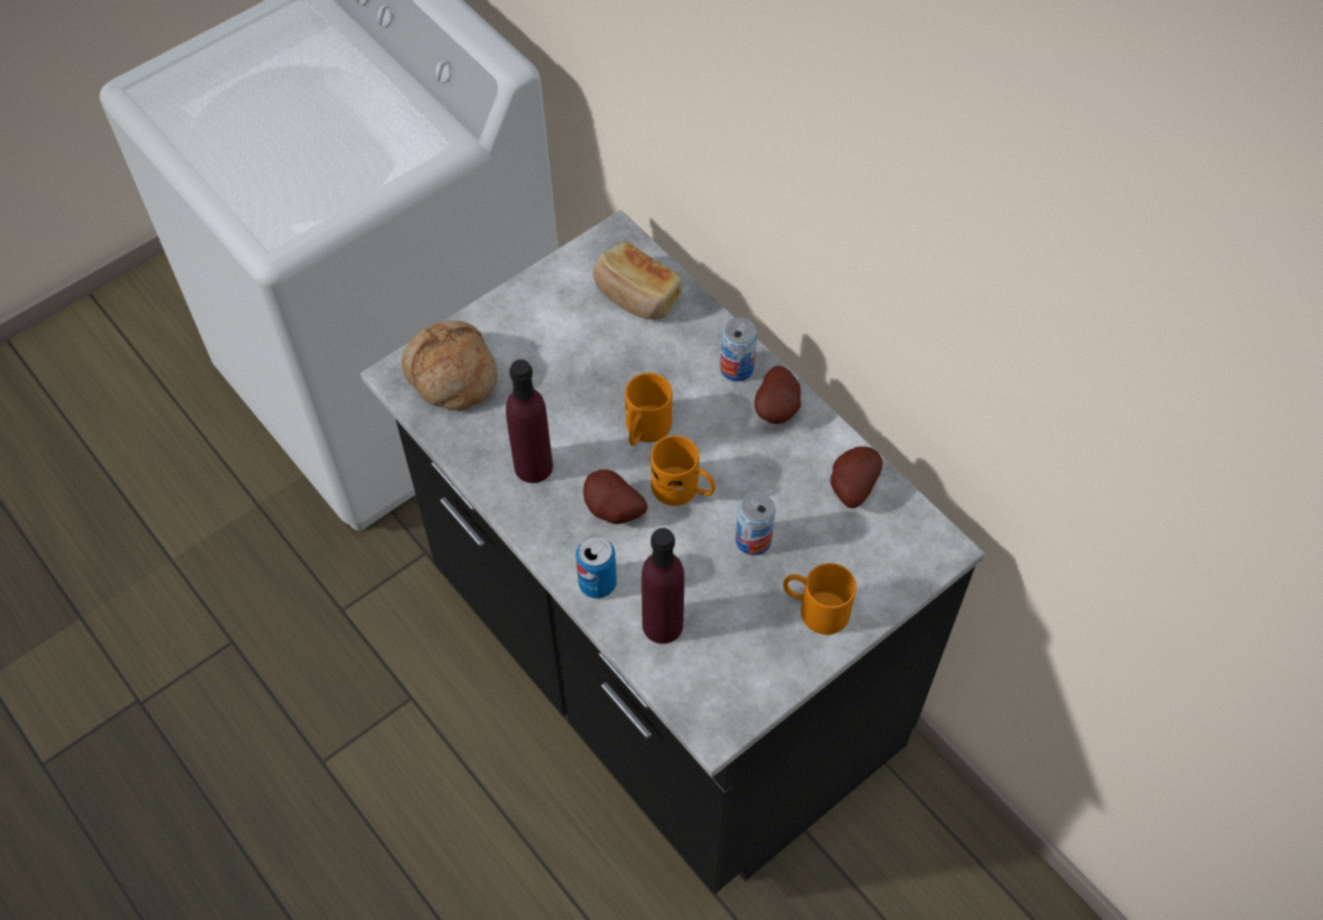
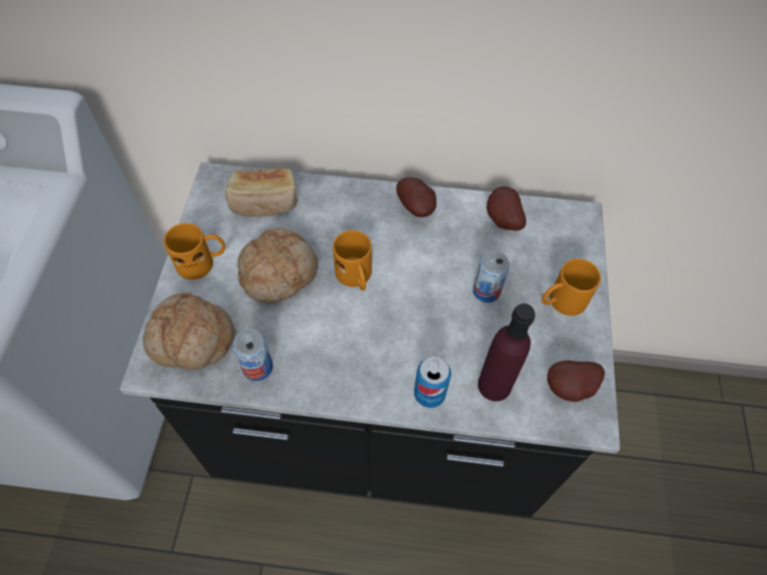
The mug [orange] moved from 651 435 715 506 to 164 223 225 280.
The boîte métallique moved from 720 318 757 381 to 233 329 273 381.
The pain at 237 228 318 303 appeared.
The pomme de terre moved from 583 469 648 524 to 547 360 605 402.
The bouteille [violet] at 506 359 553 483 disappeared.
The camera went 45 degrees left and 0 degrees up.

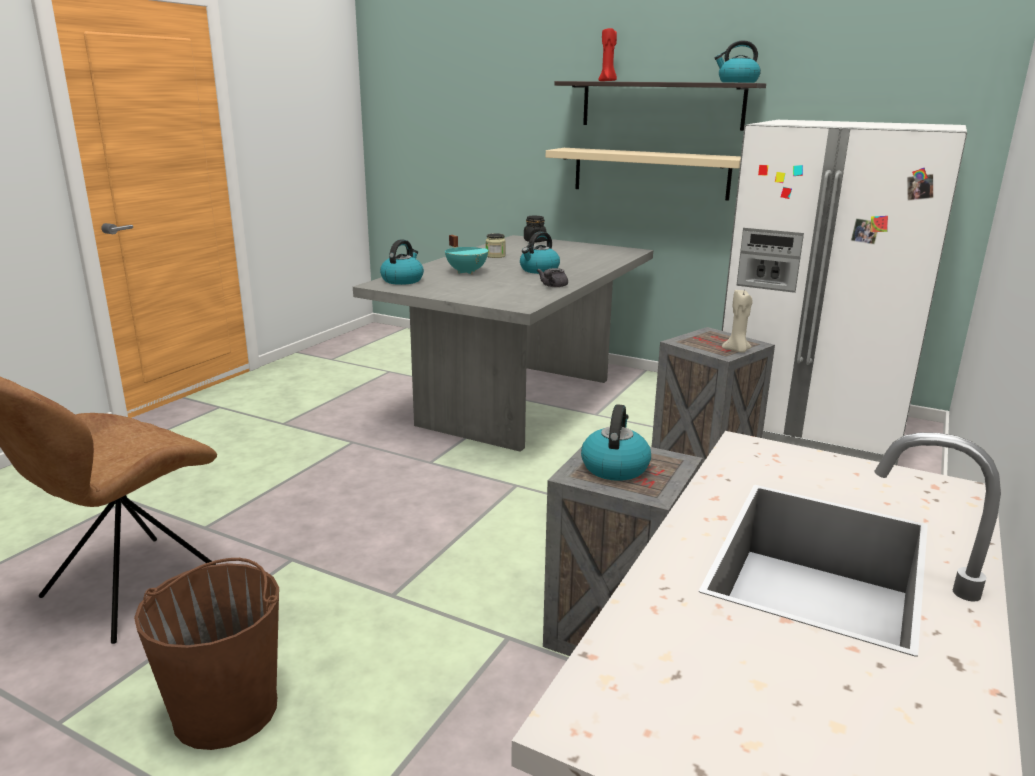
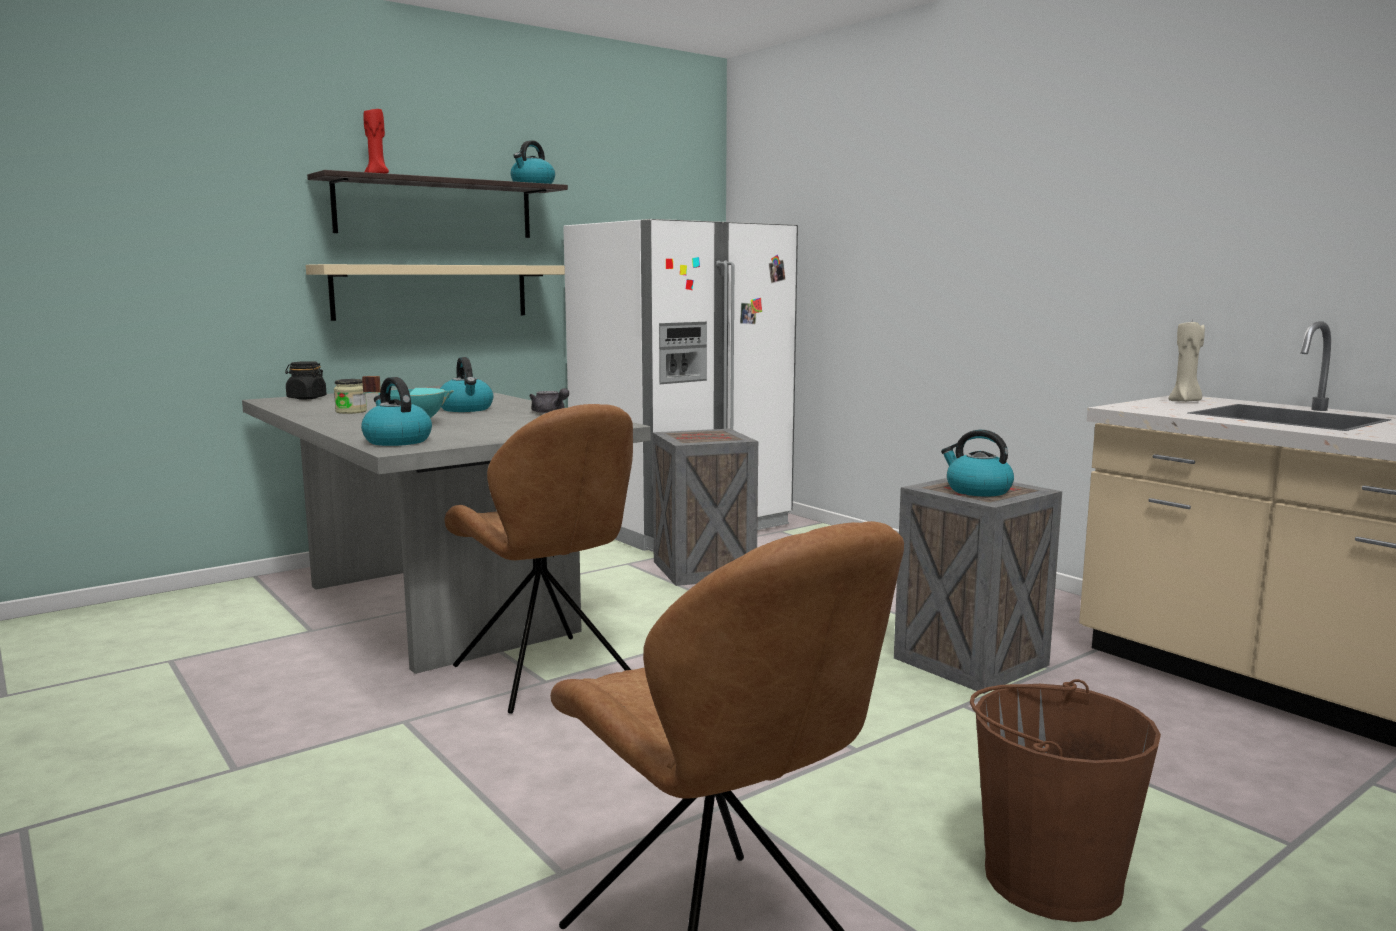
The chaise [marron] at 445 404 633 714 appeared.
The bougie [beige] moved from 722 290 752 353 to 1168 322 1205 402.
The camera went 65 degrees left and 10 degrees down.

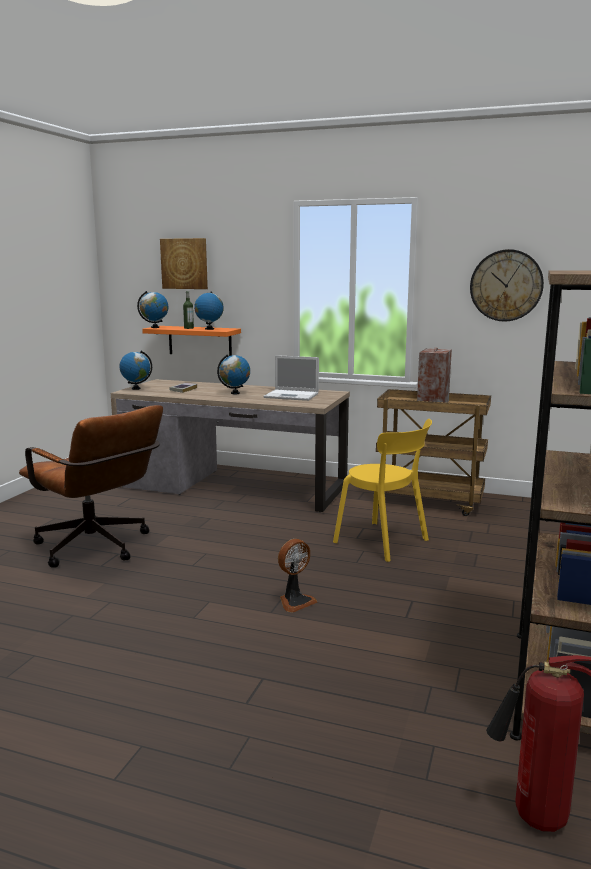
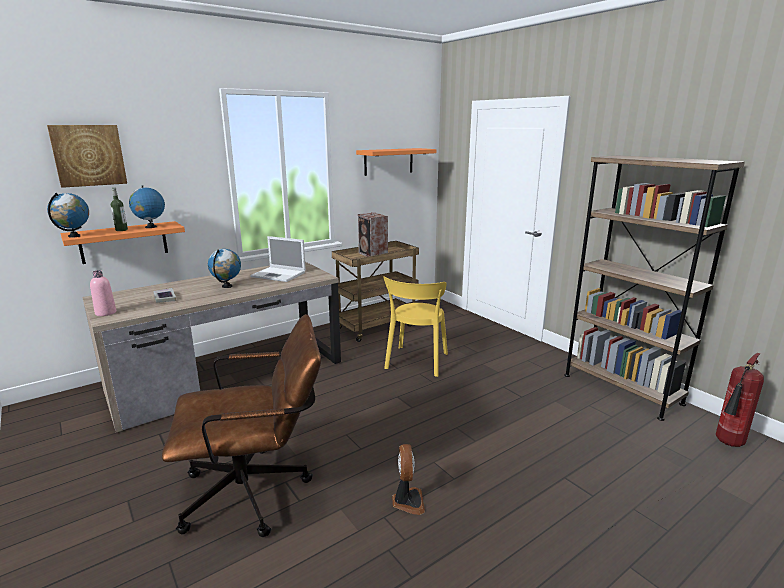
The globe at 119 351 152 390 was replaced by the bouteille [rose] at 90 270 116 316.
The ordinateur portable at 264 355 319 401 turned 60 degrees clockwise.
The horloge murale at 470 249 544 321 was replaced by the étagère [orange] at 356 148 436 176.
The chaise [jaune] at 333 419 432 562 turned 120 degrees clockwise.
The ventilateur moved from 278 539 317 613 to 392 444 425 515.
The camera went 55 degrees left and 5 degrees up.

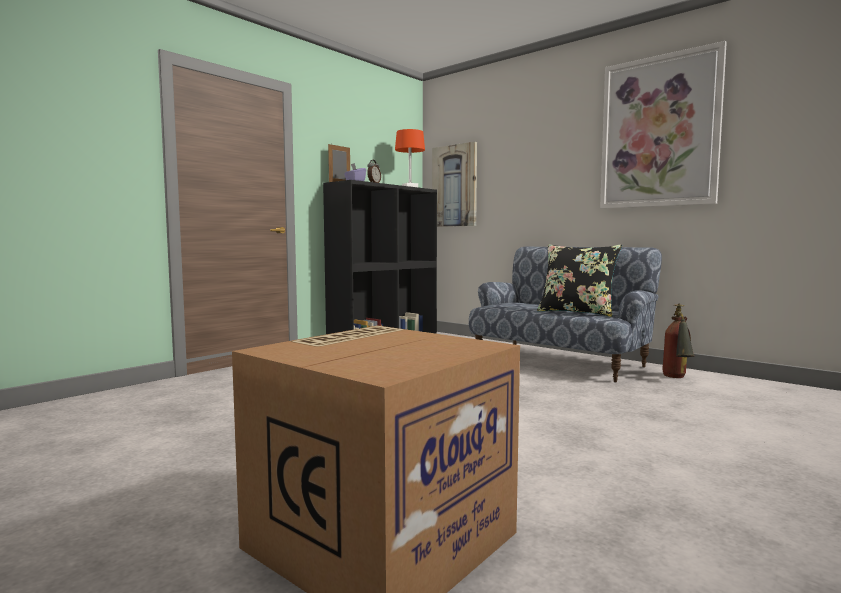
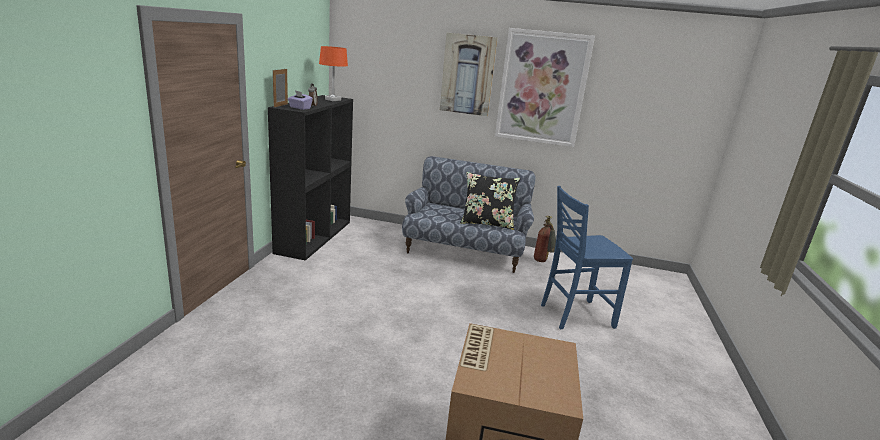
The tableau moved from 432 142 477 227 to 440 33 498 116.
The chaise [bleu] at 541 186 633 329 appeared.
The camera went 30 degrees left and 15 degrees up.

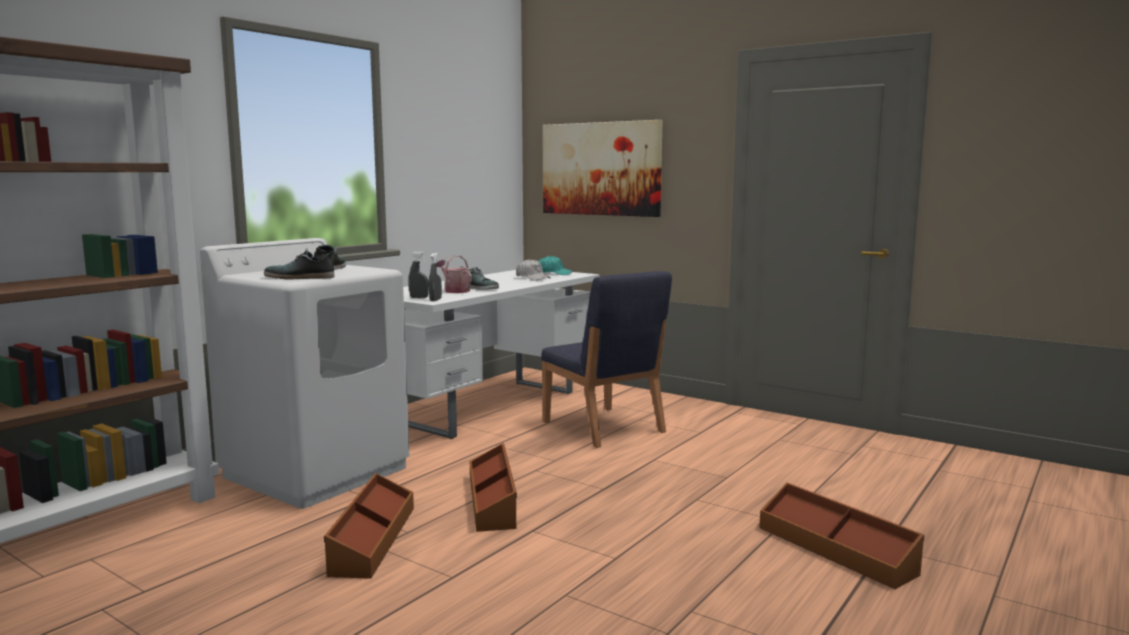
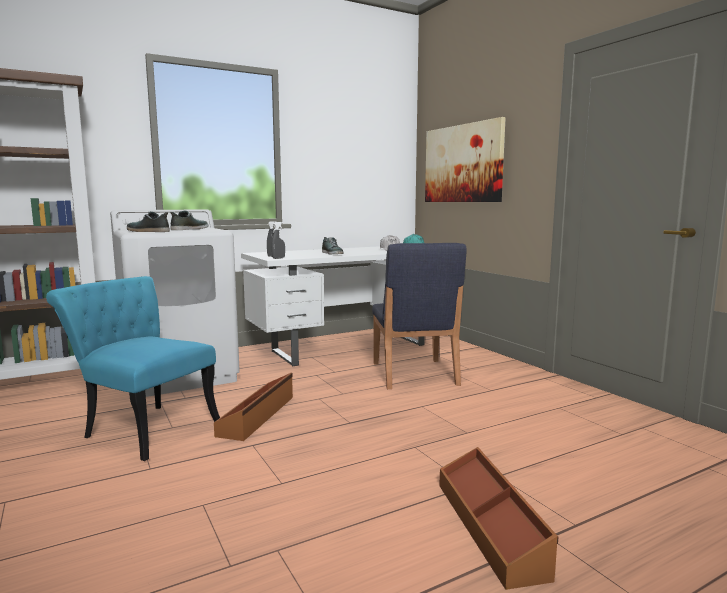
The boîte de rangement [marron] at 324 473 414 579 was replaced by the chaise [turquoise] at 46 276 220 461.
The arrosoir at 436 255 472 293 disappeared.
The camera went 25 degrees right and 0 degrees up.

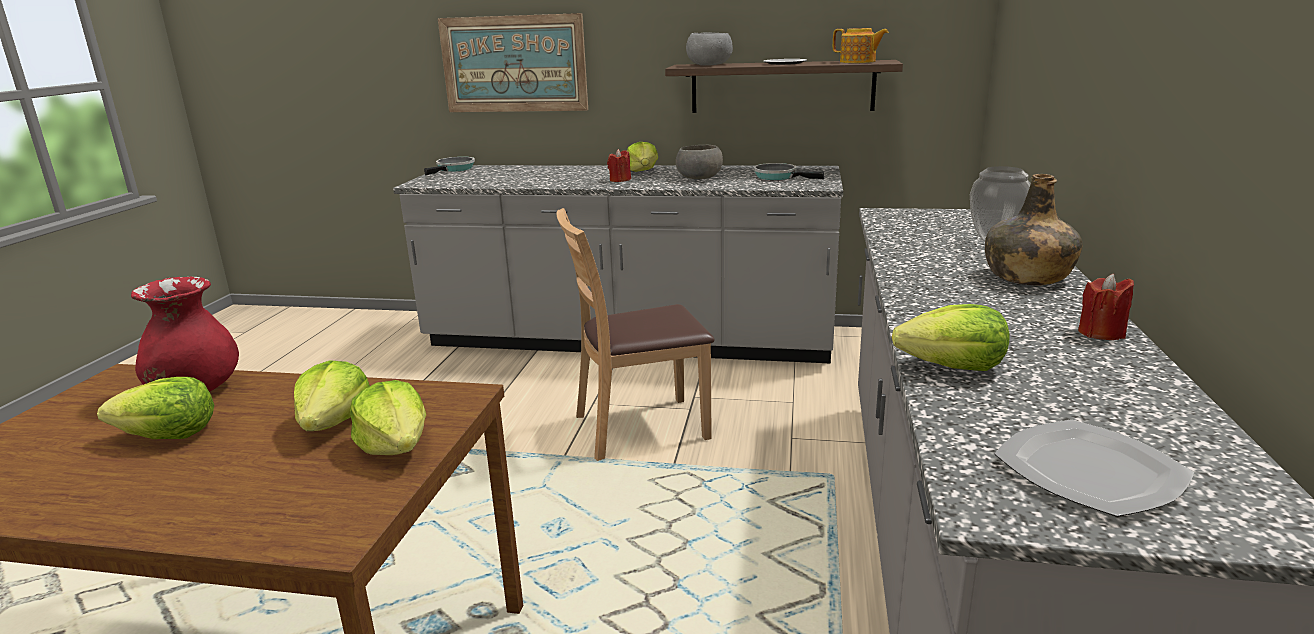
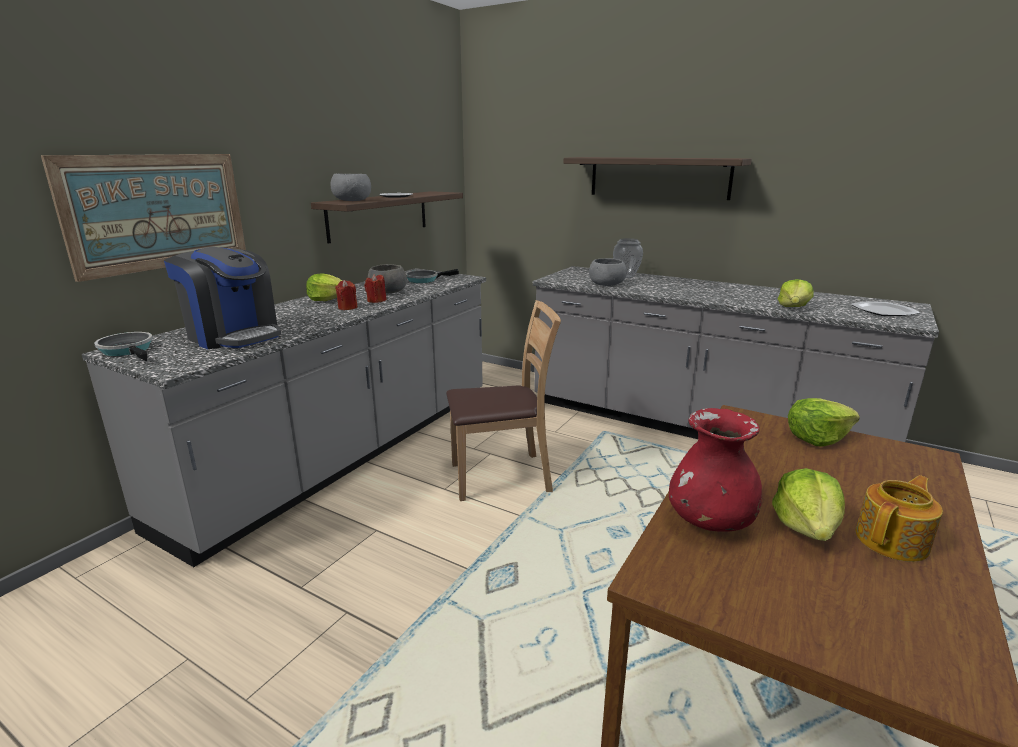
The machine à café at 164 247 281 349 appeared.
The bougie [rouge] moved from 1078 274 1134 340 to 365 274 387 303.
The chaise [marron] at 556 208 714 461 turned 105 degrees counterclockwise.
The étagère at 564 157 752 200 appeared.
The bol [gris] at 589 258 627 286 appeared.
The théière moved from 833 28 889 63 to 856 475 943 562.
The laitue at 294 361 370 431 disappeared.
The bouteille [vert] at 985 174 1083 285 disappeared.
The camera went 70 degrees left and 0 degrees up.

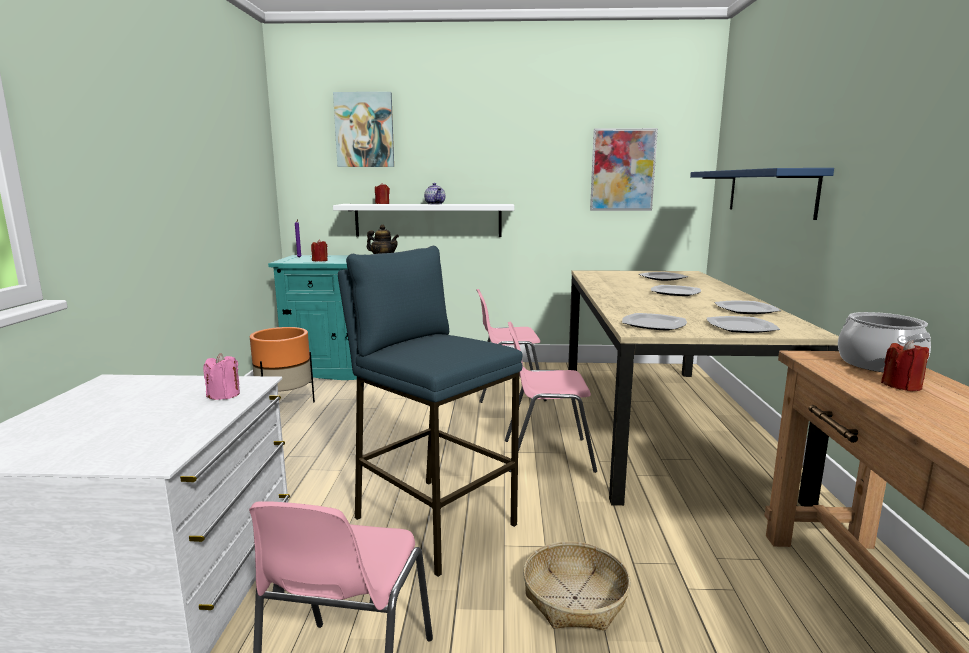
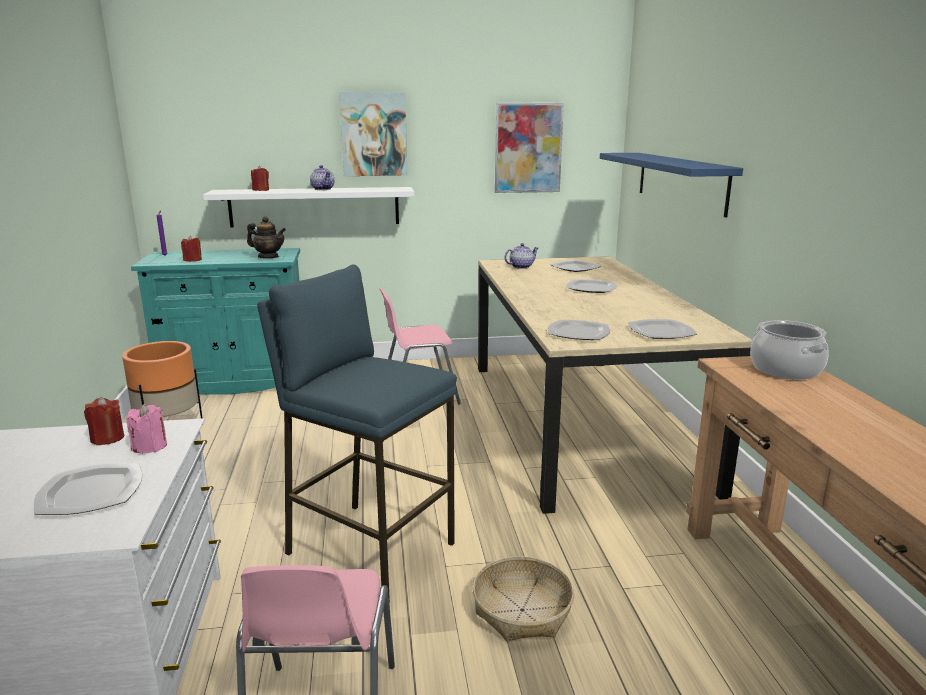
The assiette moved from 714 301 781 314 to 34 463 142 515.
The bougie [rouge] moved from 881 340 929 391 to 84 397 124 445.
The tableau moved from 333 92 394 167 to 339 92 407 176.
The théière at 504 243 538 269 appeared.
The chaise [rose] at 505 322 597 473 disappeared.
The camera went 10 degrees left and 5 degrees up.

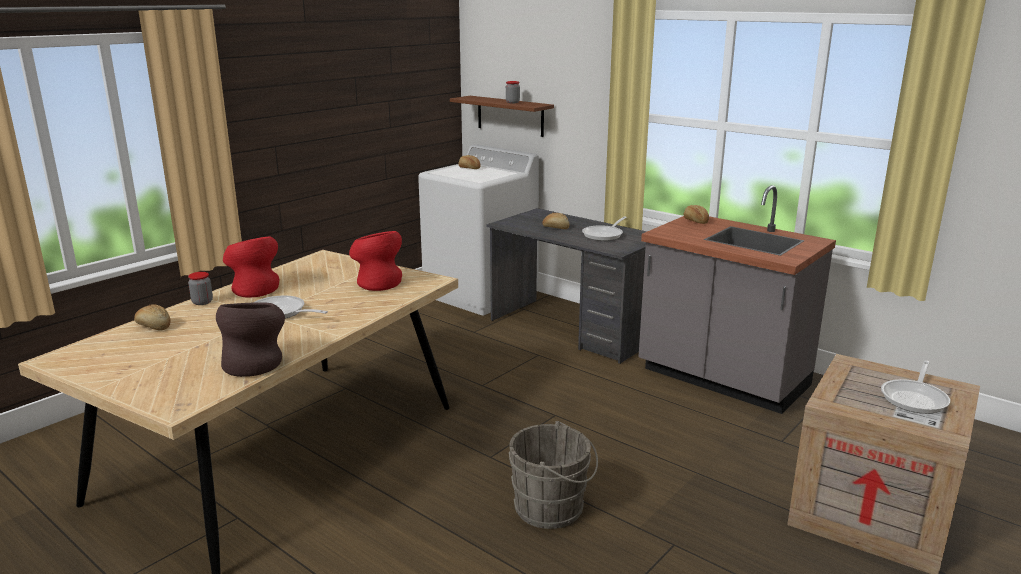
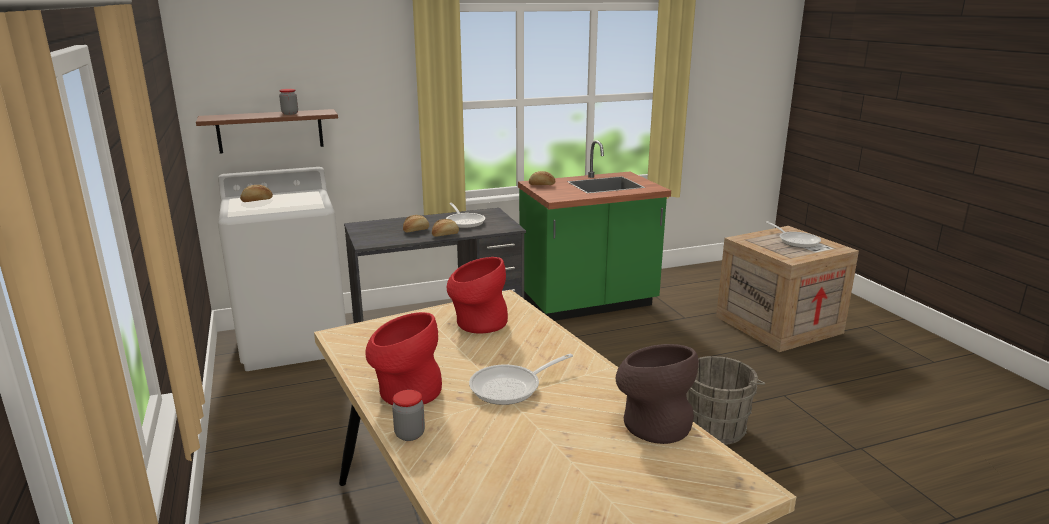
The pain moved from 134 304 171 330 to 432 219 459 237.
The comptoir de cuisine [gris] at 639 185 836 414 became the comptoir de cuisine [vert] at 518 140 671 321.
The camera went 60 degrees left and 0 degrees up.

